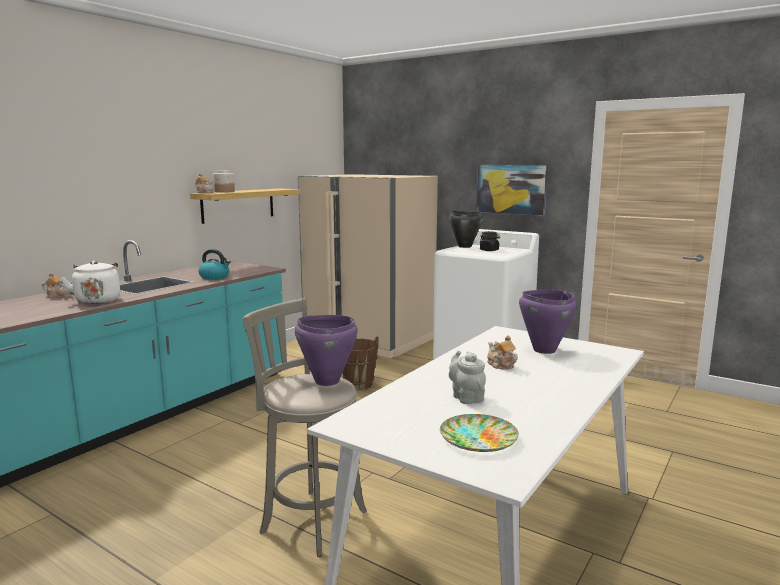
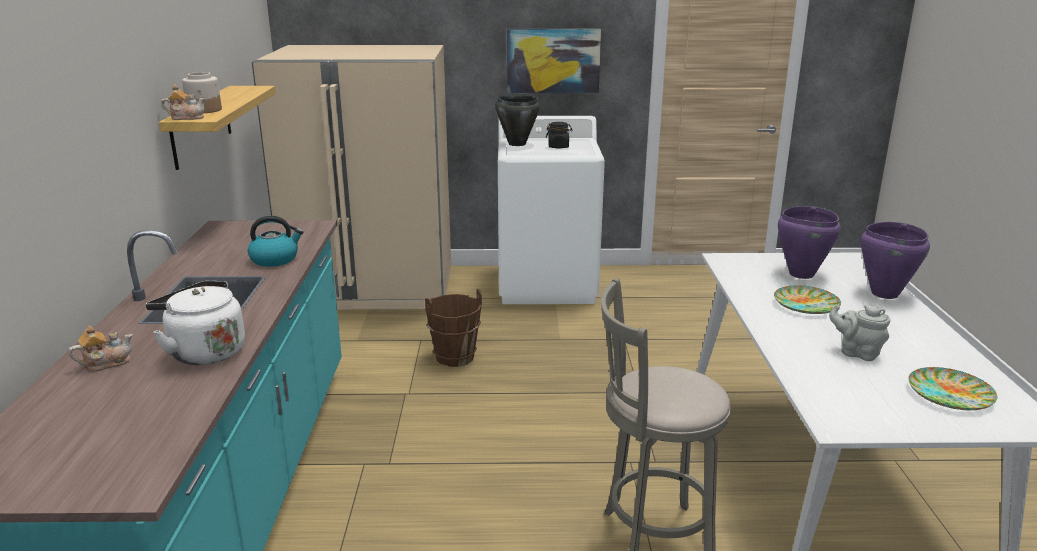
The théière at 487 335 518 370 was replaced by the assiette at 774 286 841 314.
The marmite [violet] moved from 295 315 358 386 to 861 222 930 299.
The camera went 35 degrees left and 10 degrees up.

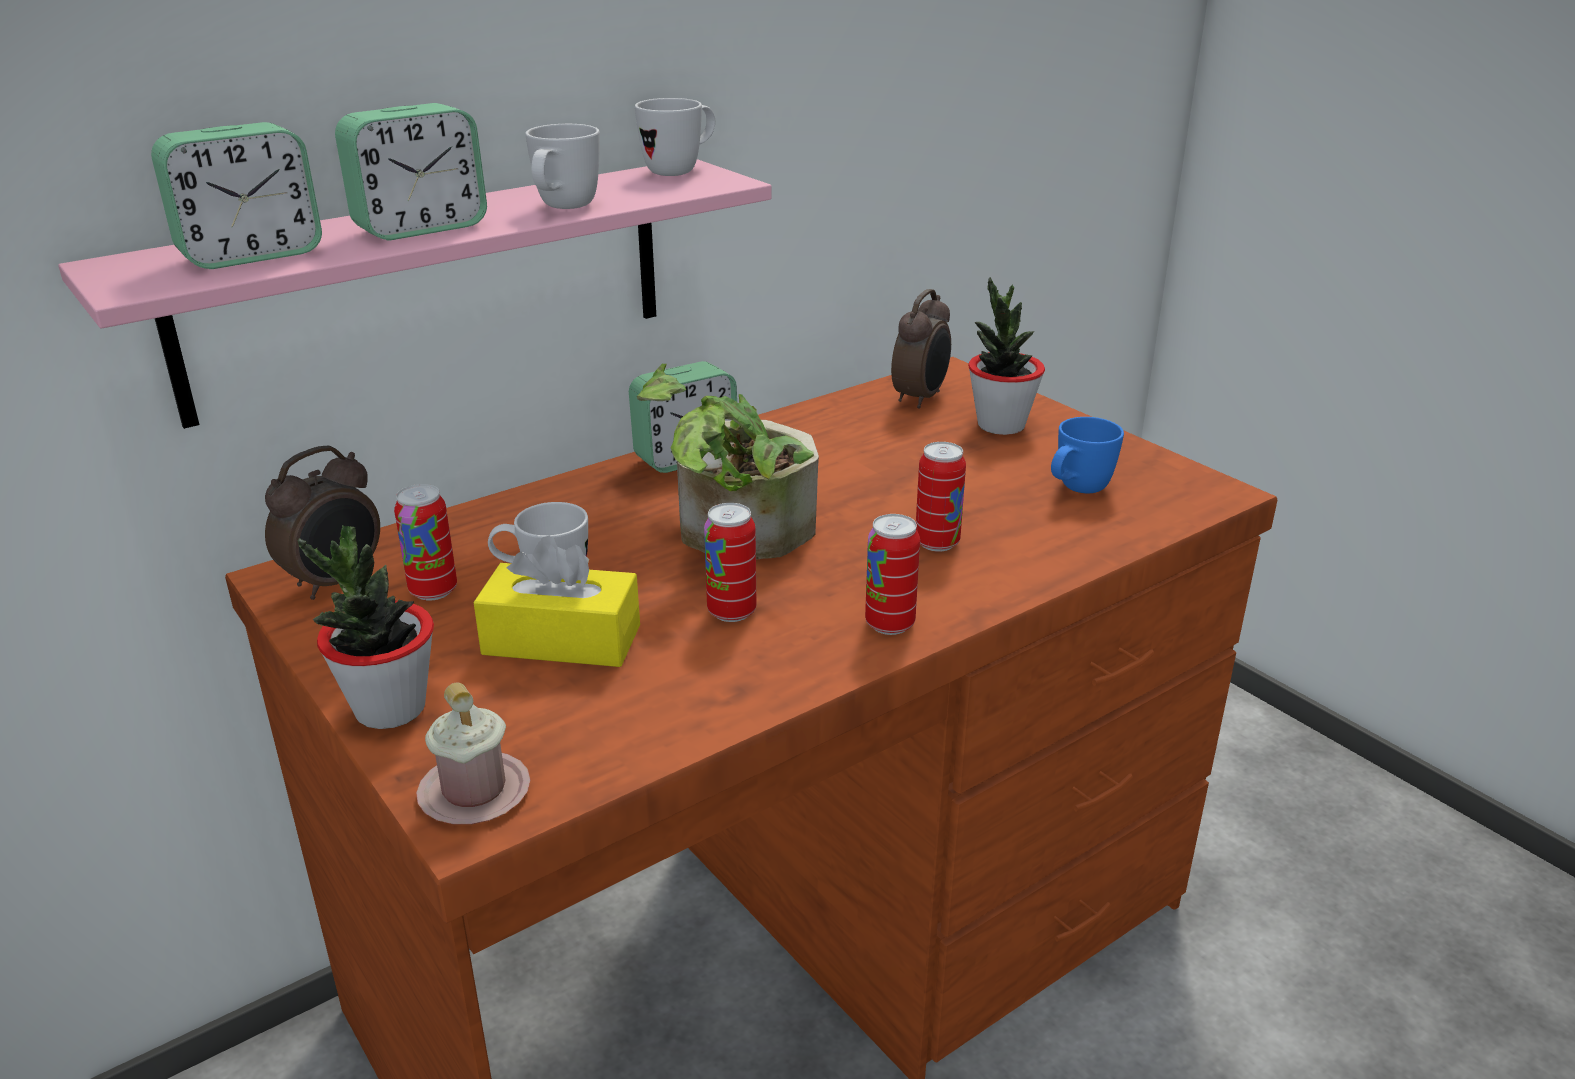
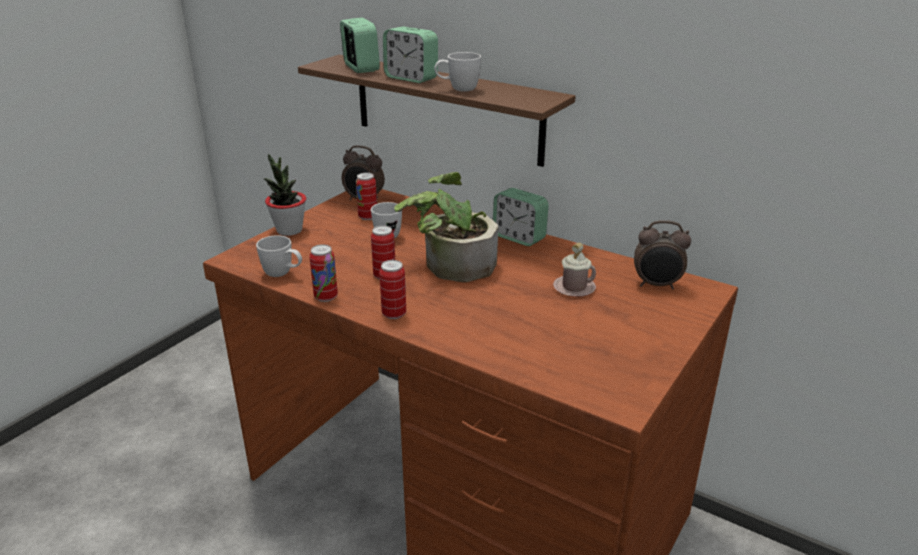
The mug [blanc] moved from 635 98 715 176 to 256 235 302 277.
The étagère [rose] at 58 159 772 429 became the étagère [marron] at 298 55 576 167.
The boîte métallique moved from 916 442 966 552 to 309 244 338 302.
The réveil at 151 122 322 269 turned 150 degrees counterclockwise.
The mug [rose] moved from 416 683 530 825 to 553 243 596 297.
The boîte à mouchoirs [jaune] at 473 536 640 667 disappeared.
The plante en pot at 968 277 1045 435 disappeared.
The mug [bleu] at 1051 417 1124 493 disappeared.
The camera went 70 degrees right and 0 degrees up.

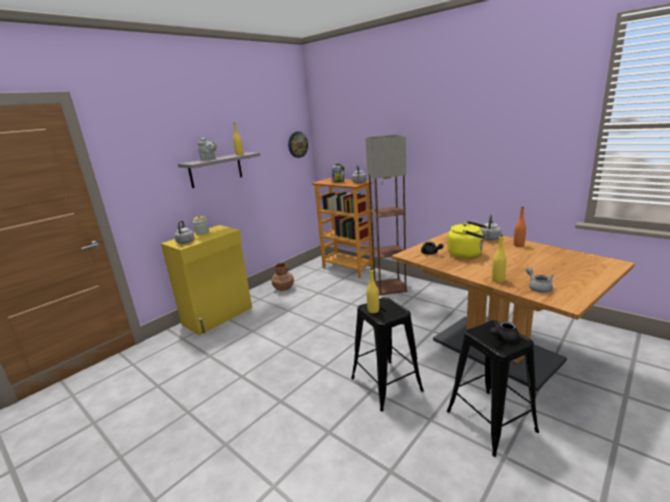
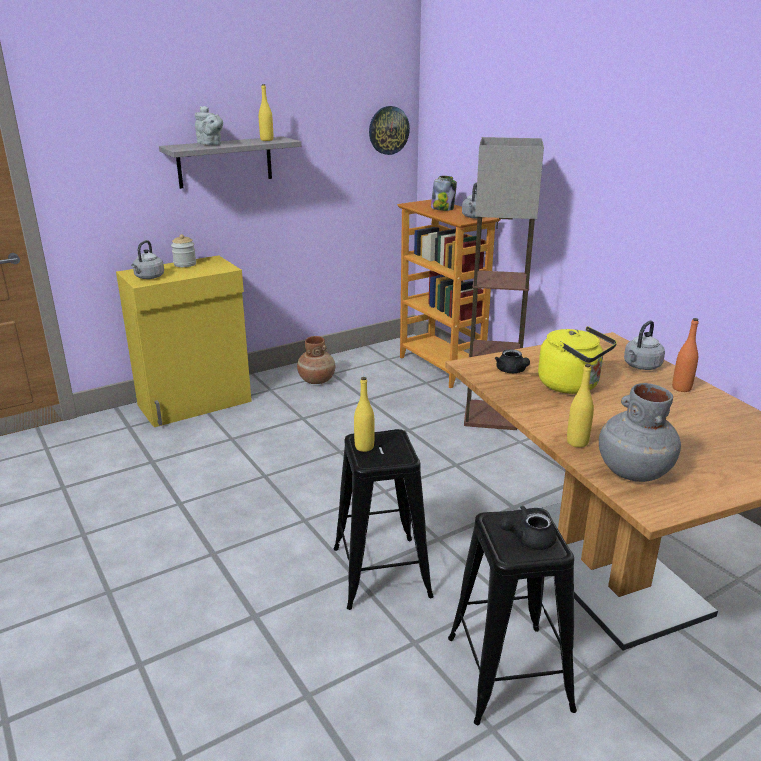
The théière [gris] at 526 267 553 293 was replaced by the vase [gris] at 599 383 681 482.
The camera went 15 degrees right and 5 degrees up.

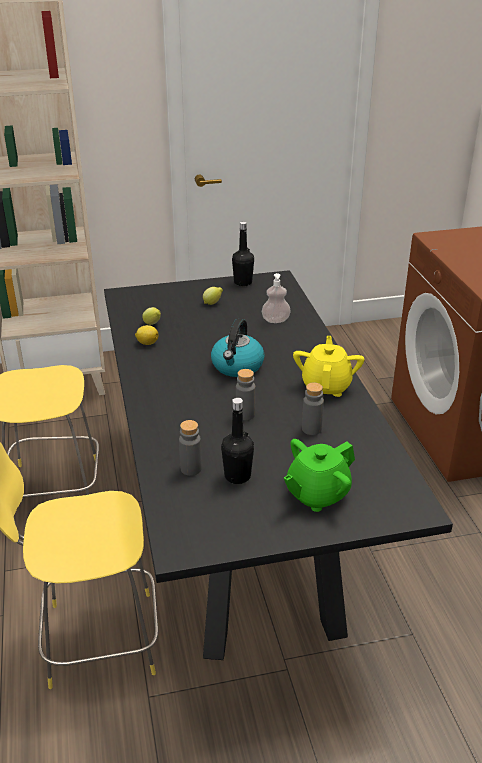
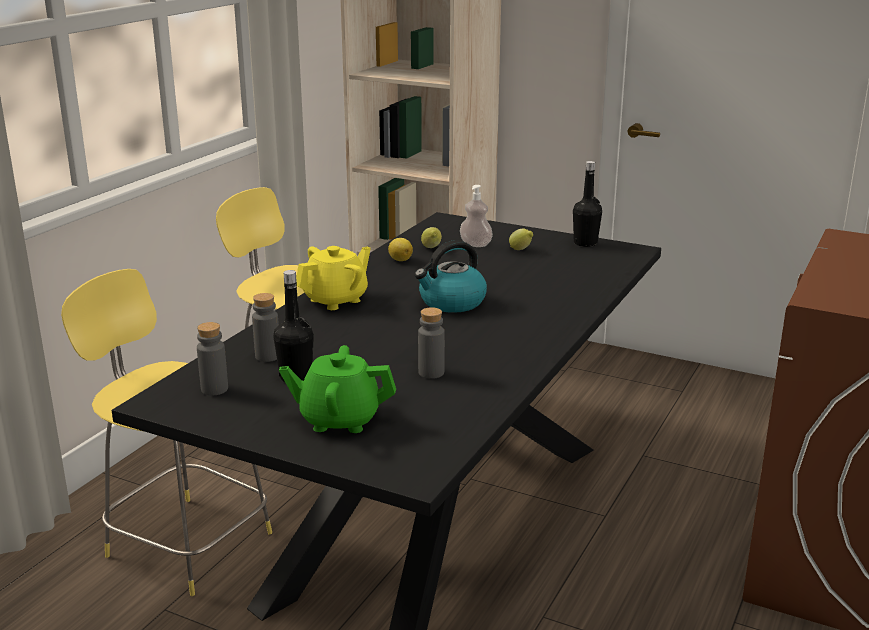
The bouteille [gris] moved from 236 369 256 420 to 197 322 228 395.
The théière [jaune] moved from 293 336 365 397 to 296 246 371 310.
The distributeur de savon moved from 262 273 291 323 to 460 185 493 247.
The camera went 40 degrees right and 10 degrees down.

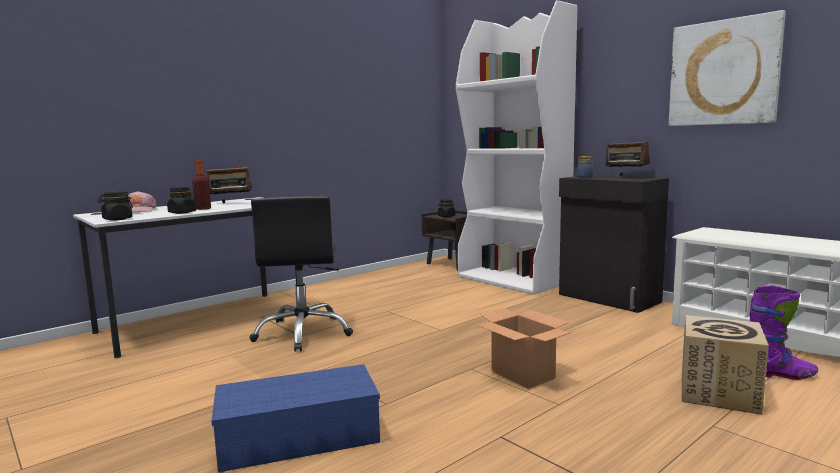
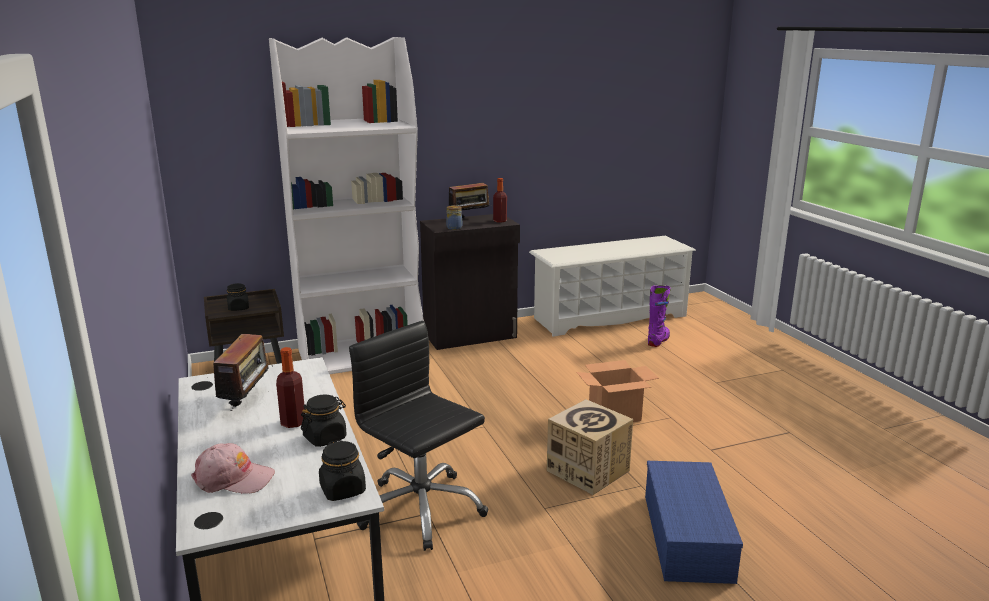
The chaise de bureau [noir] at 249 196 353 351 turned 150 degrees counterclockwise.
The bouteille at 493 178 507 223 appeared.
The carton moved from 682 315 769 415 to 547 399 633 495.
The tableau at 669 10 786 126 disappeared.
The camera went 70 degrees left and 10 degrees up.

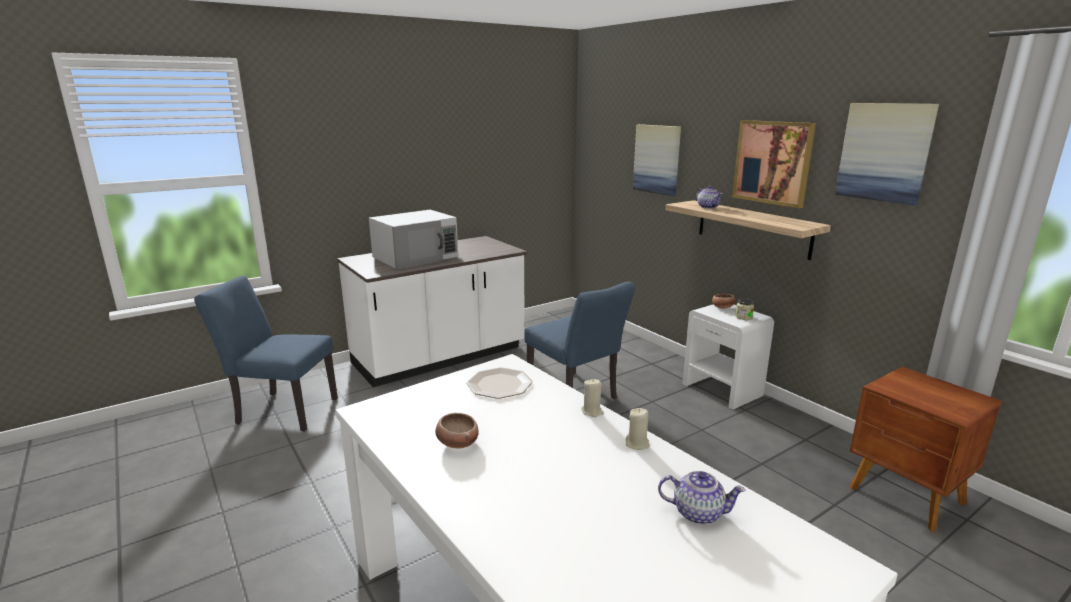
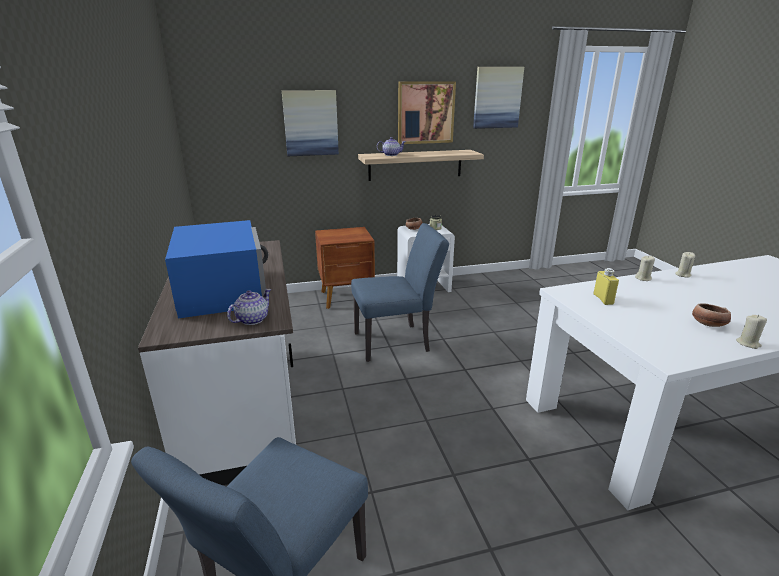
The micro-ondes [blanc] at 369 210 458 269 became the micro-ondes [bleu] at 165 220 268 319.
The théière moved from 658 471 746 524 to 227 289 271 325.
The table de chevet [marron] moved from 850 367 1002 532 to 315 227 375 309.
The assiette at 467 367 533 399 was replaced by the bouteille [jaune] at 593 268 619 305.
The bougie [beige] at 736 315 767 349 appeared.
The camera went 70 degrees left and 5 degrees up.

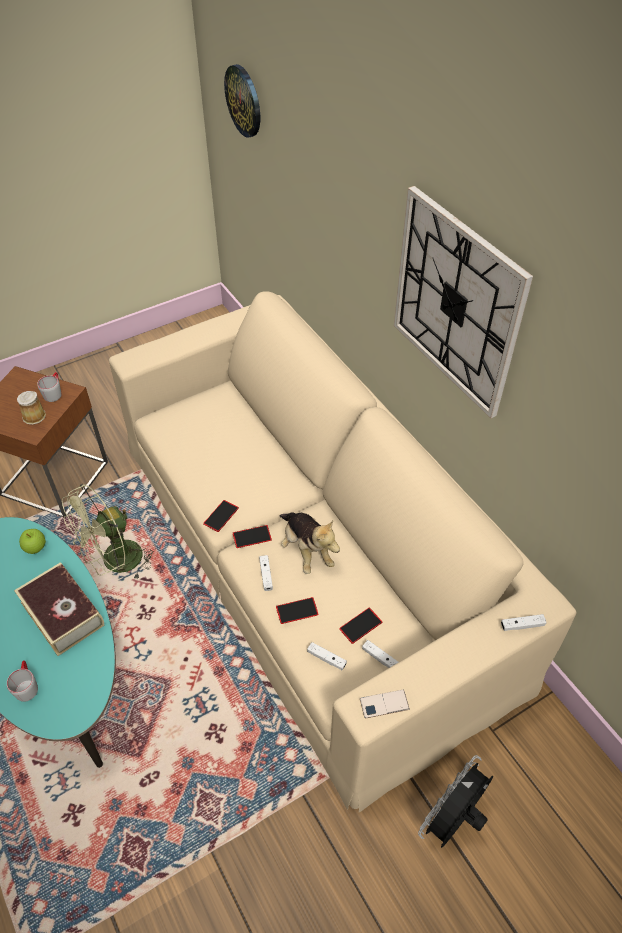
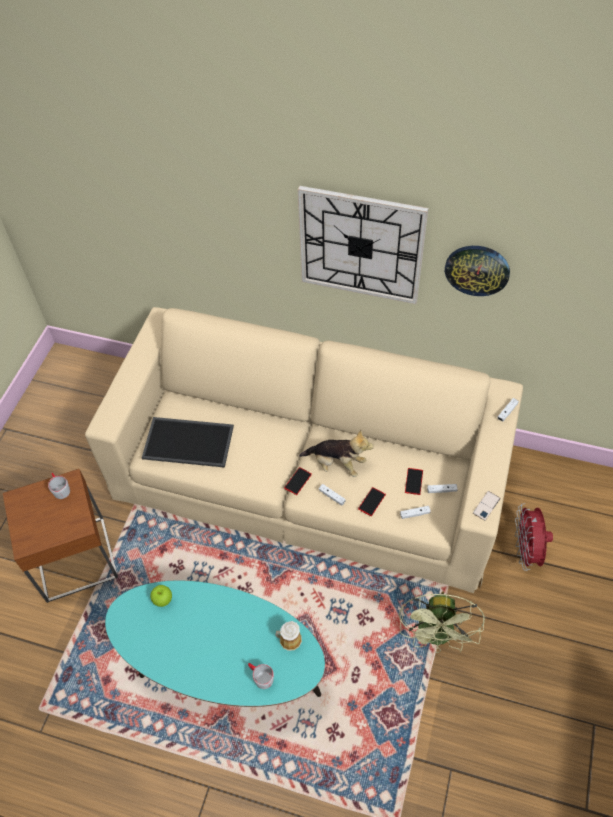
The plateau at 142 417 234 468 appeared.
The mug moved from 17 391 46 425 to 275 621 302 651.
The ventilateur [vert] moved from 62 484 155 581 to 399 591 485 653.
The horloge murale moved from 224 64 260 137 to 445 246 510 296.
The ventilateur [noir] at 418 755 493 848 became the ventilateur [rouge] at 515 503 553 571.
The livre at 14 562 104 656 disappeared.
The téléphone at 203 500 239 532 disappeared.
The camera went 40 degrees left and 5 degrees up.

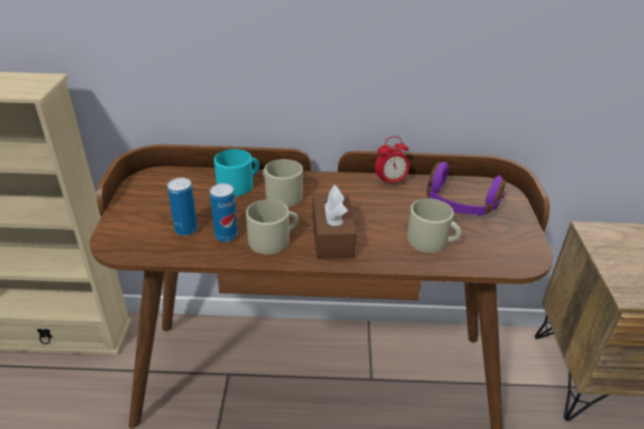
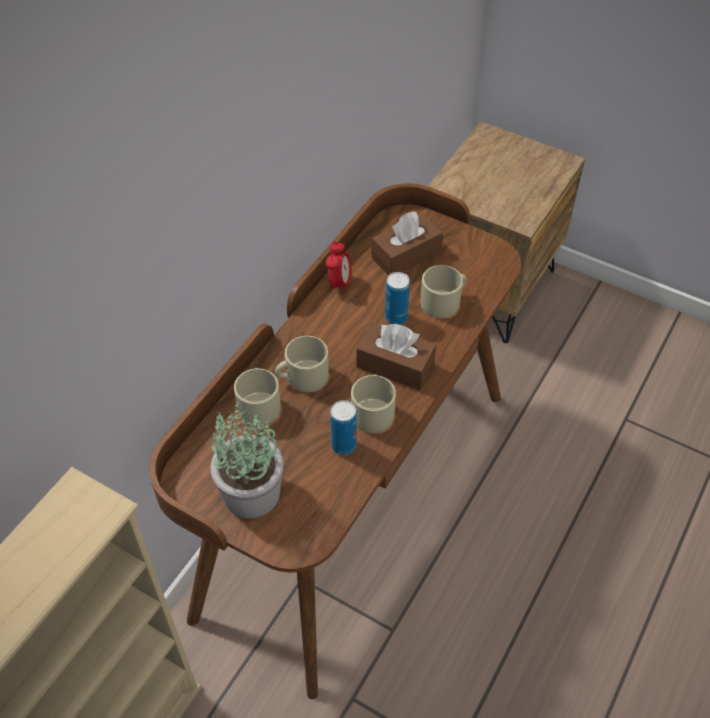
The plante en pot at 210 400 284 518 appeared.
The mug [turquoise] at 214 149 260 196 became the mug [beige] at 234 368 281 426.
The casque audio [violet] at 427 162 506 216 was replaced by the boîte à mouchoirs [marron] at 371 212 443 276.
The boîte métallique moved from 167 177 198 236 to 385 272 410 325.
The camera went 60 degrees left and 15 degrees up.

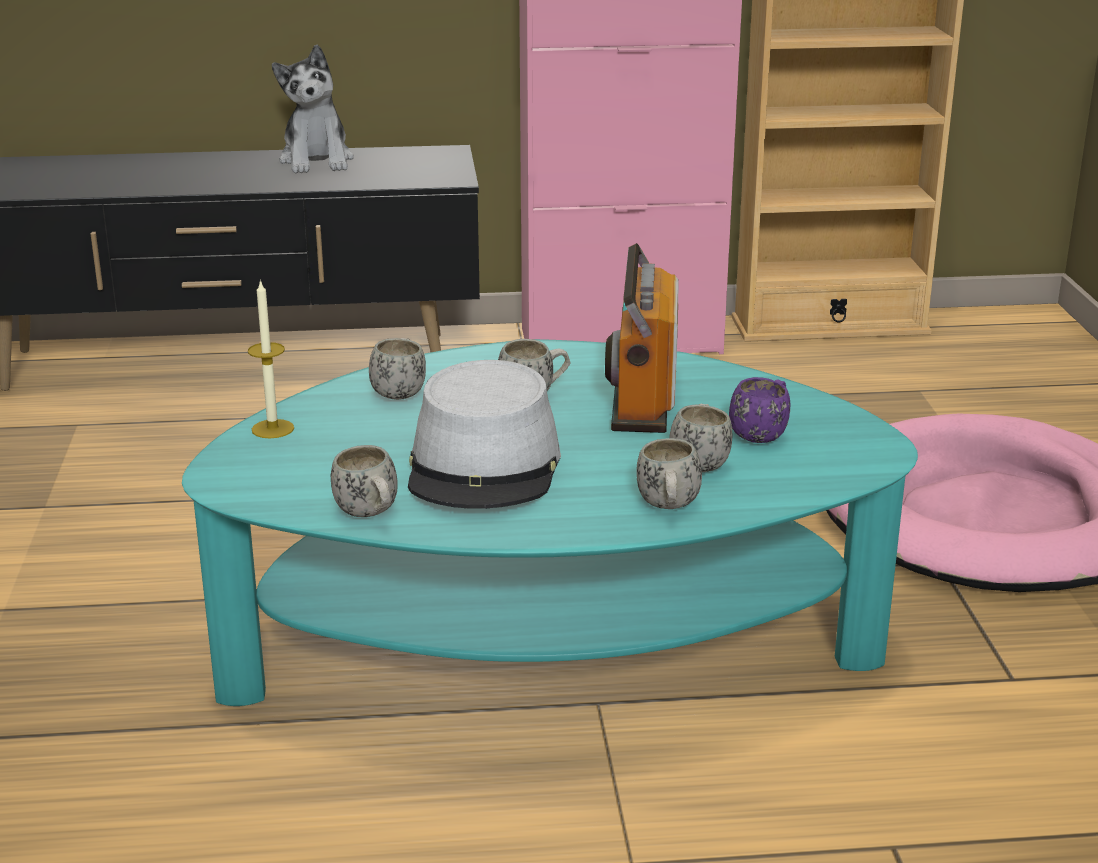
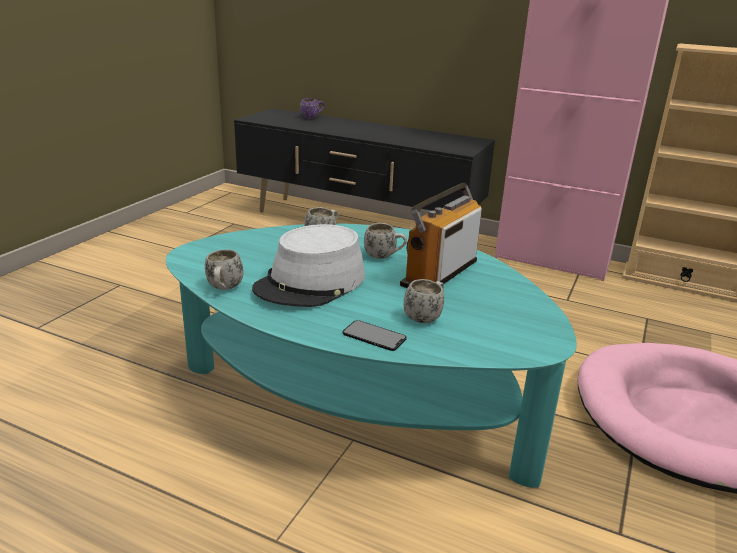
The mug [violet] moved from 729 377 790 443 to 300 98 325 119.
The mug [blanc] at 636 438 702 509 was replaced by the téléphone at 343 320 407 351.
The bougie at 248 279 294 439 disappeared.
The peluche at 272 44 354 174 disappeared.
The camera went 30 degrees right and 0 degrees up.

